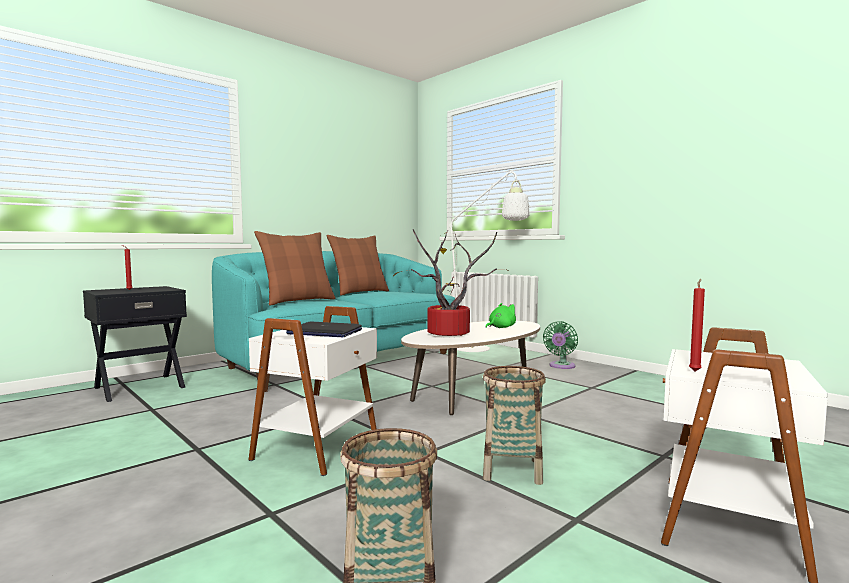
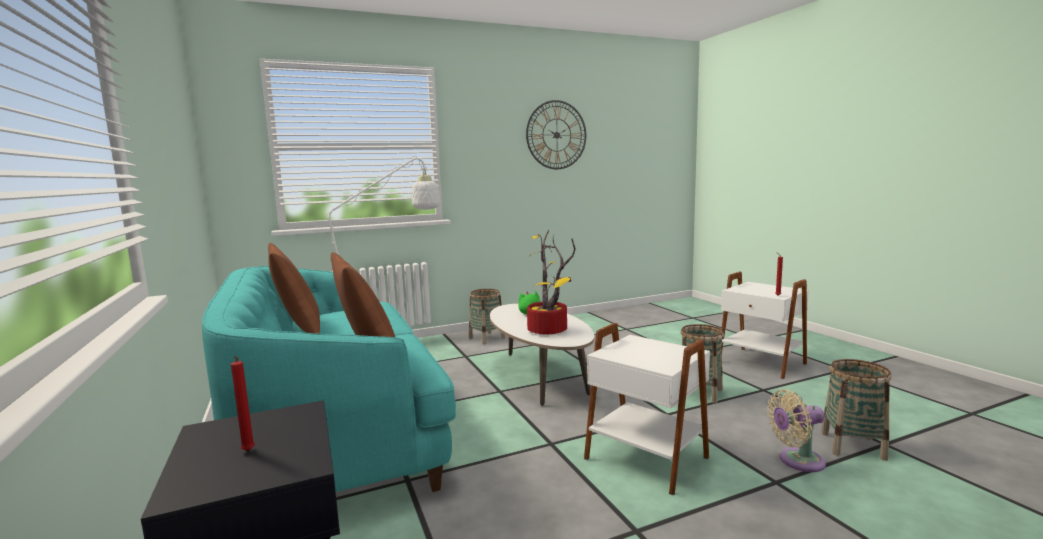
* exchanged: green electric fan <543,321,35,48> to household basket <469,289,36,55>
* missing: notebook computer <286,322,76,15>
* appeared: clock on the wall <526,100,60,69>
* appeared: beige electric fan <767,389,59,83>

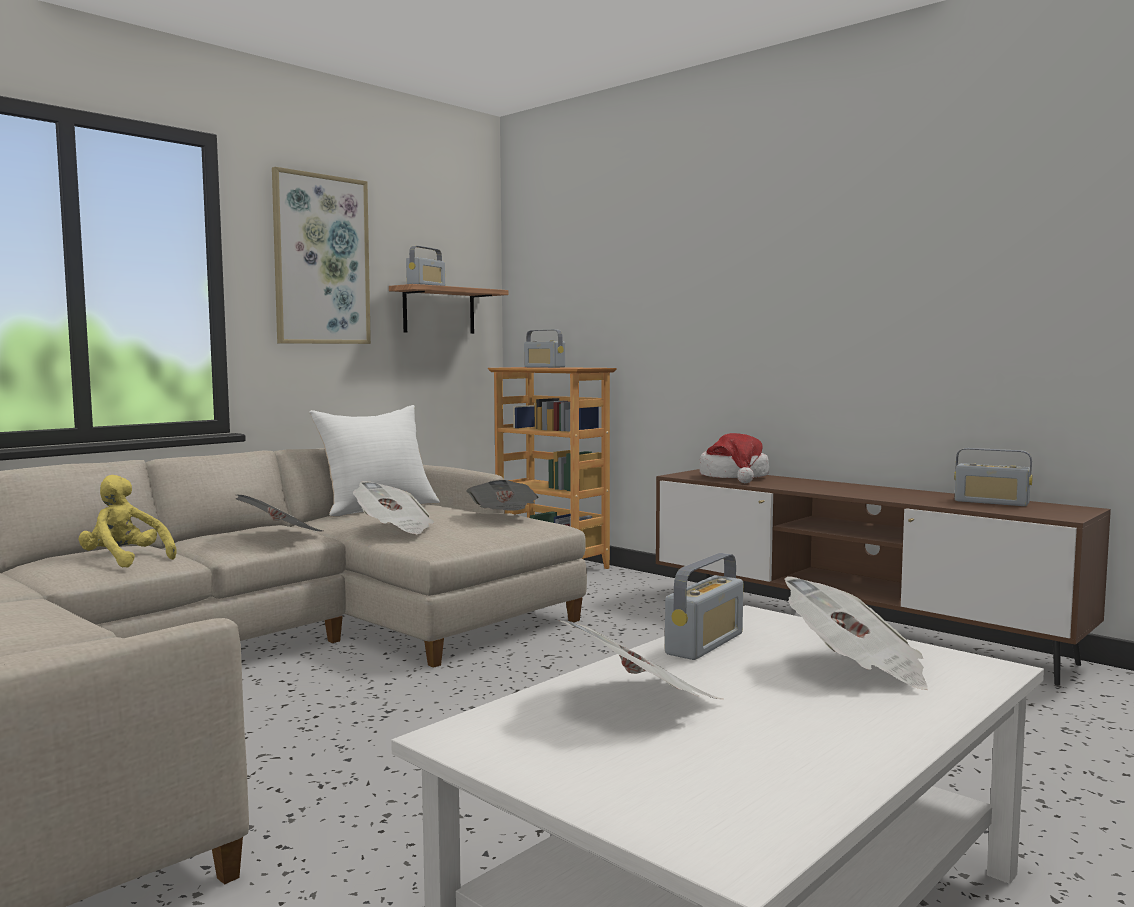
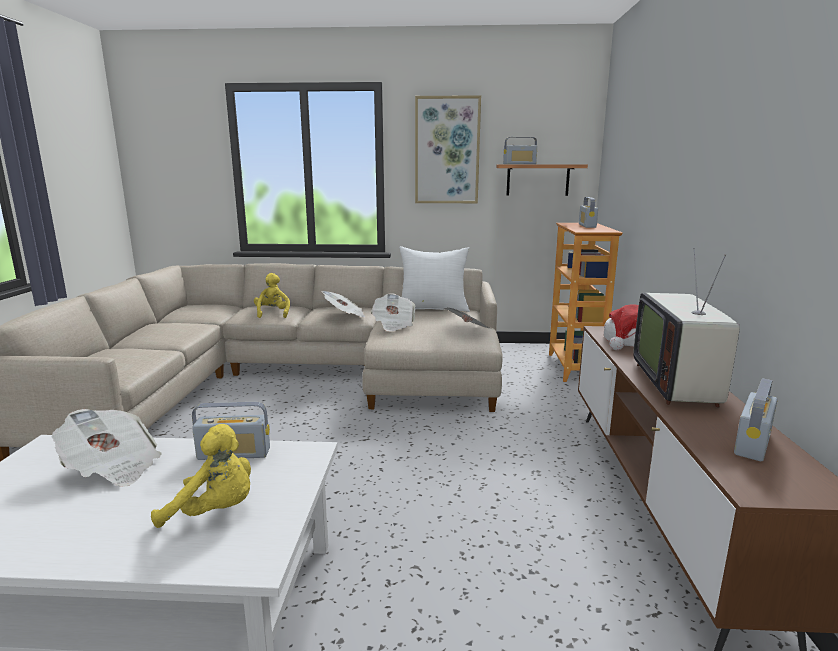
* spun: radio receiver <954,448,79,58> = <734,378,44,83> 135 degrees counterclockwise
* exchanged: printed paper <785,576,143,114> to yellowish soft toy <151,424,100,104>
* appeared: TV <633,248,107,160>

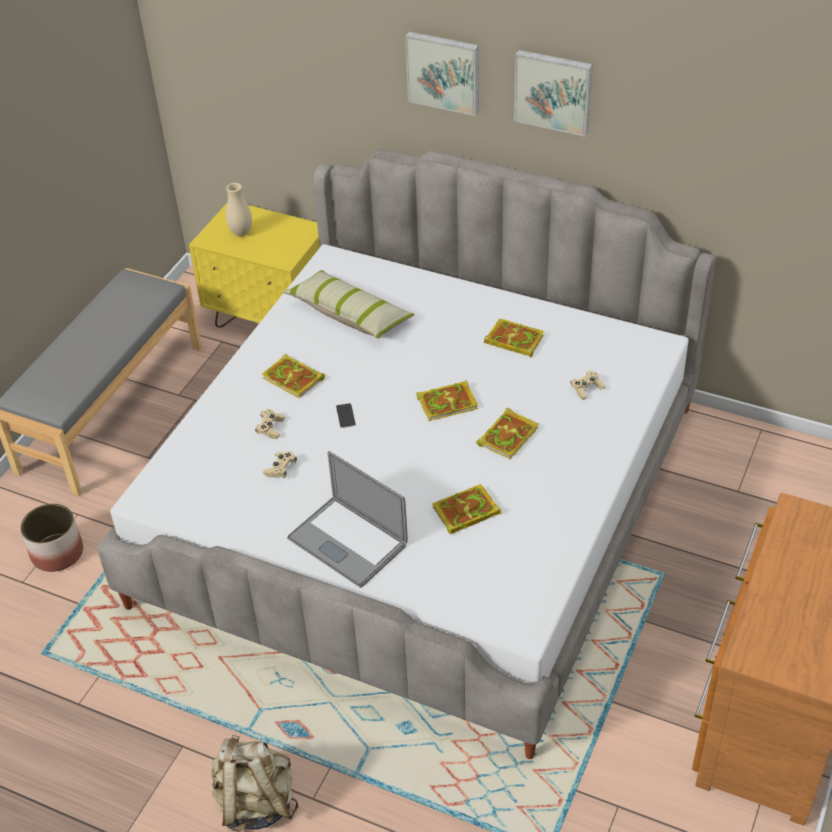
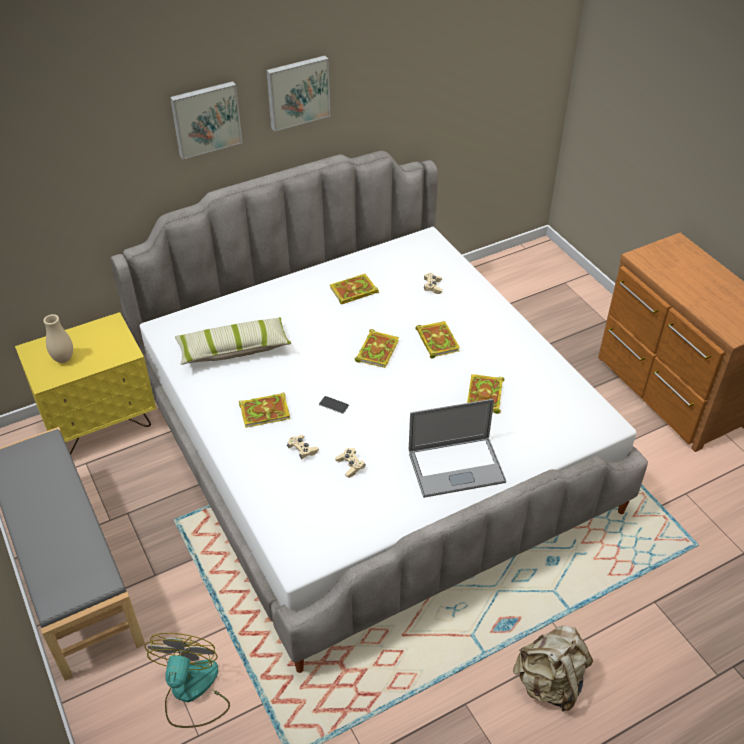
* exchanged: plant pot <20,504,63,68> to electric fan <145,633,85,95>

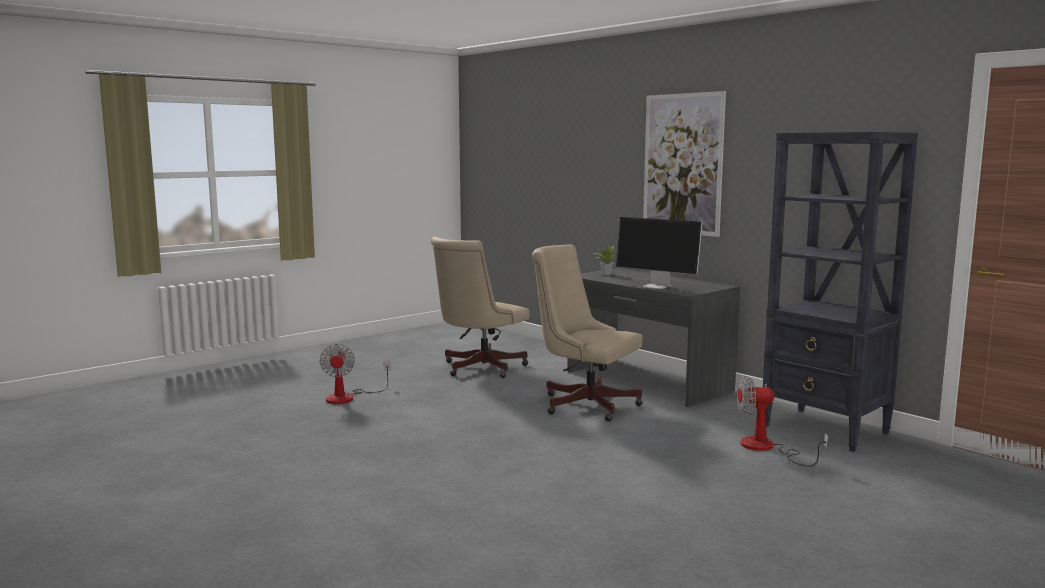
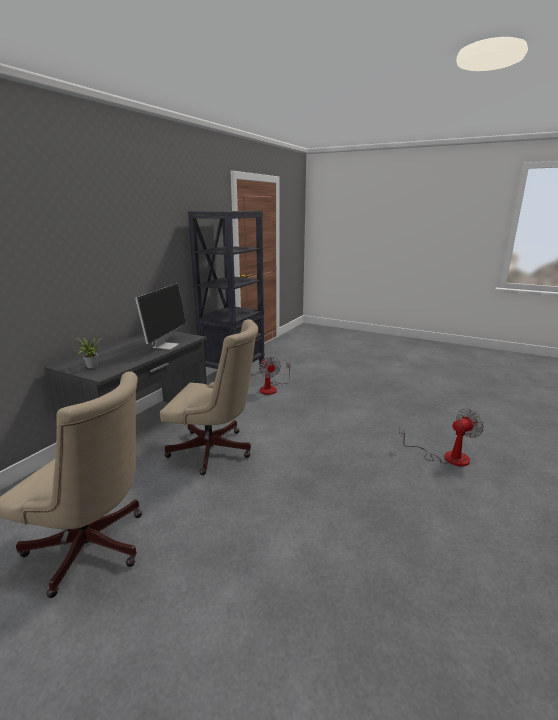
* missing: picture <643,91,83,146>
* spun: beige office chair <532,244,111,177> = <160,319,98,156> 90 degrees counterclockwise
* relocated: electric fan <319,344,72,60> to <399,408,85,59>

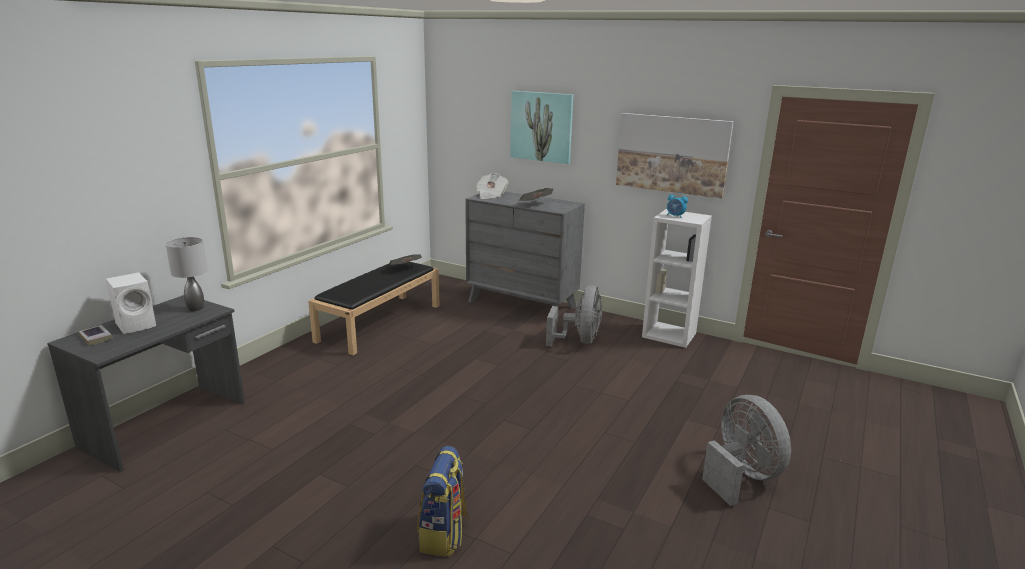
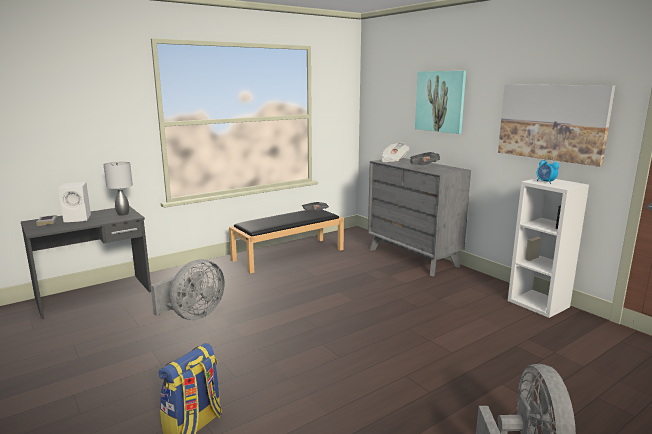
* relocated: grey electric fan <546,285,56,61> to <150,259,75,61>

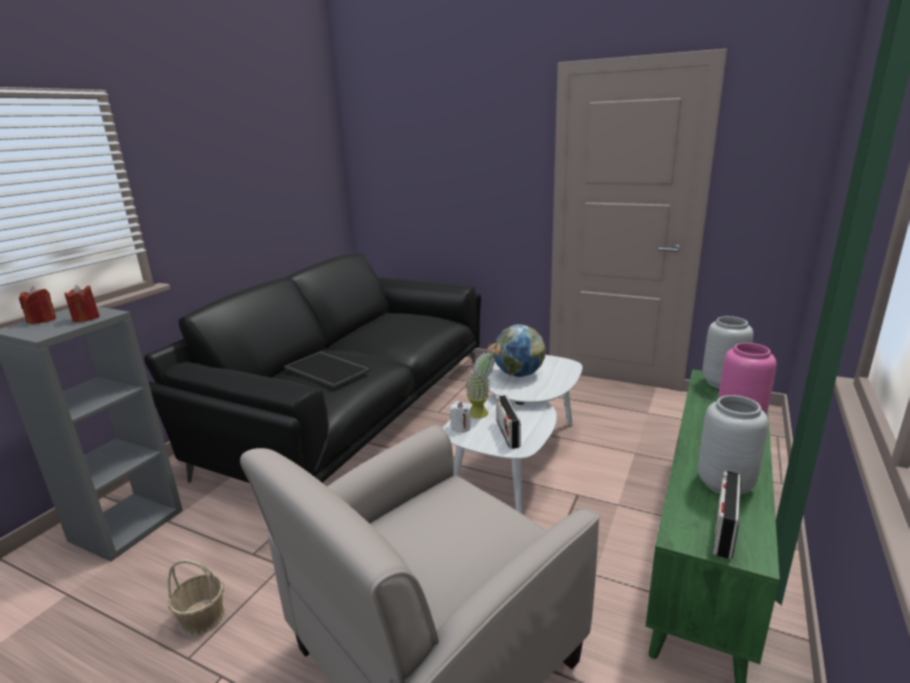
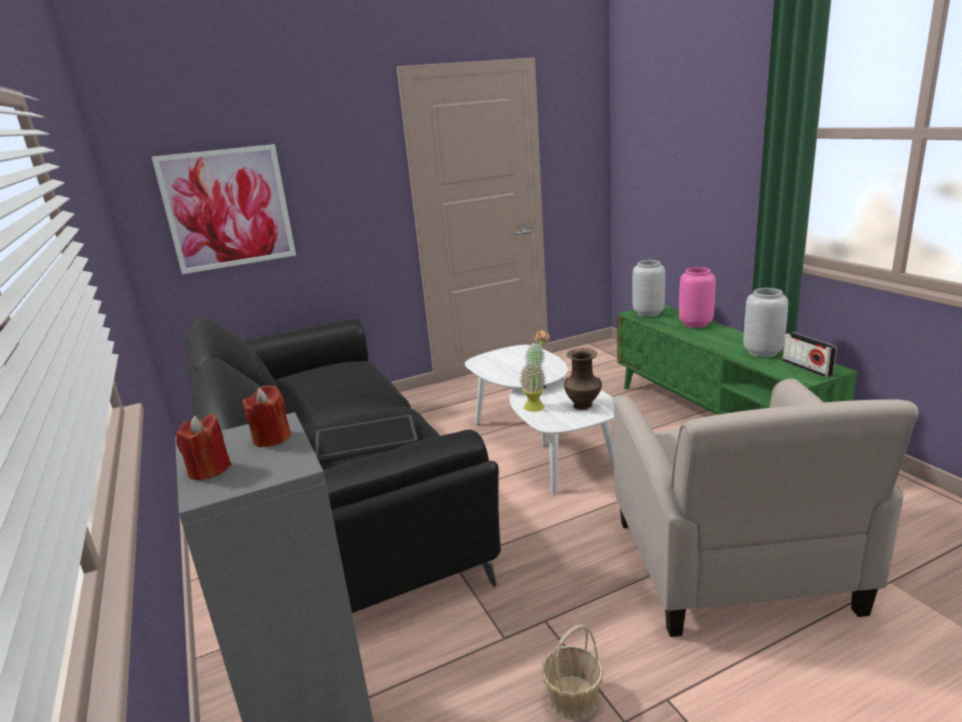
* missing: globe <494,324,51,53>
* exchanged: radio receiver <497,395,24,54> to brown flower vase <564,348,38,62>
* missing: white-coloured candle <450,401,21,32>
* appeared: picture <152,144,144,130>

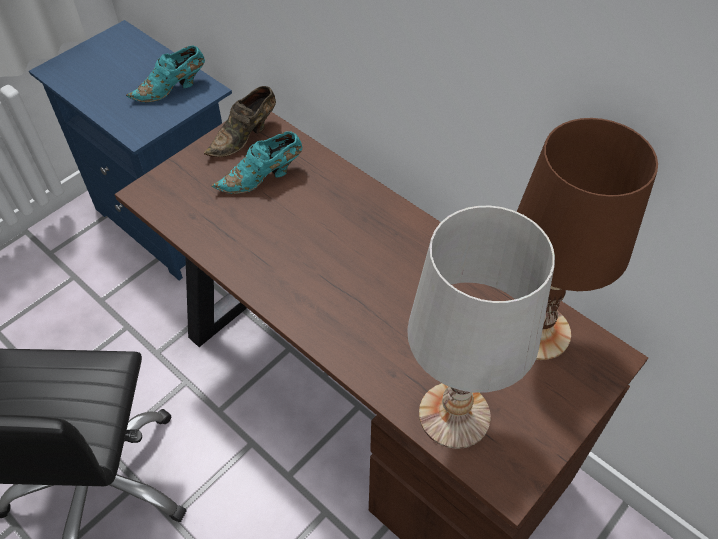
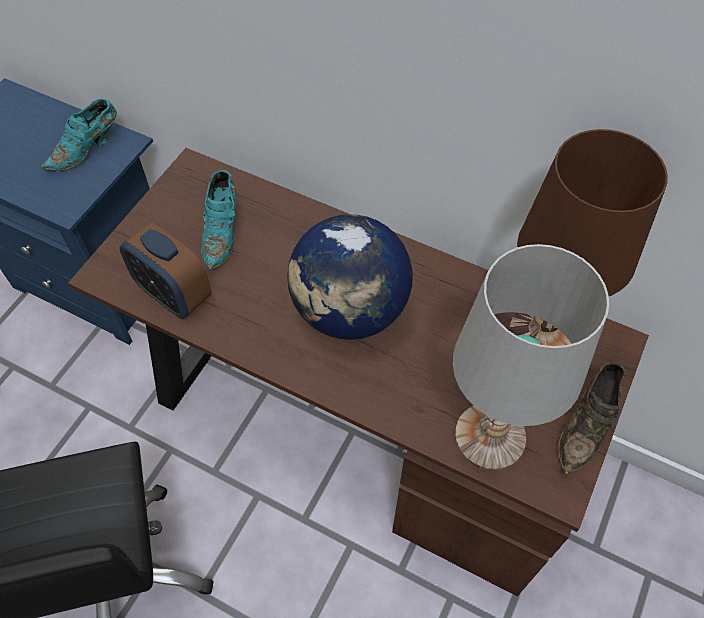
* relocated: brown item of footwear <204,86,72,71> to <558,363,68,112>
* spun: turquoise item of footwear <212,131,90,63> = <201,170,35,100> 45 degrees counterclockwise
* appeared: globe <287,214,126,126>
* appeared: bedside clock <120,222,92,97>

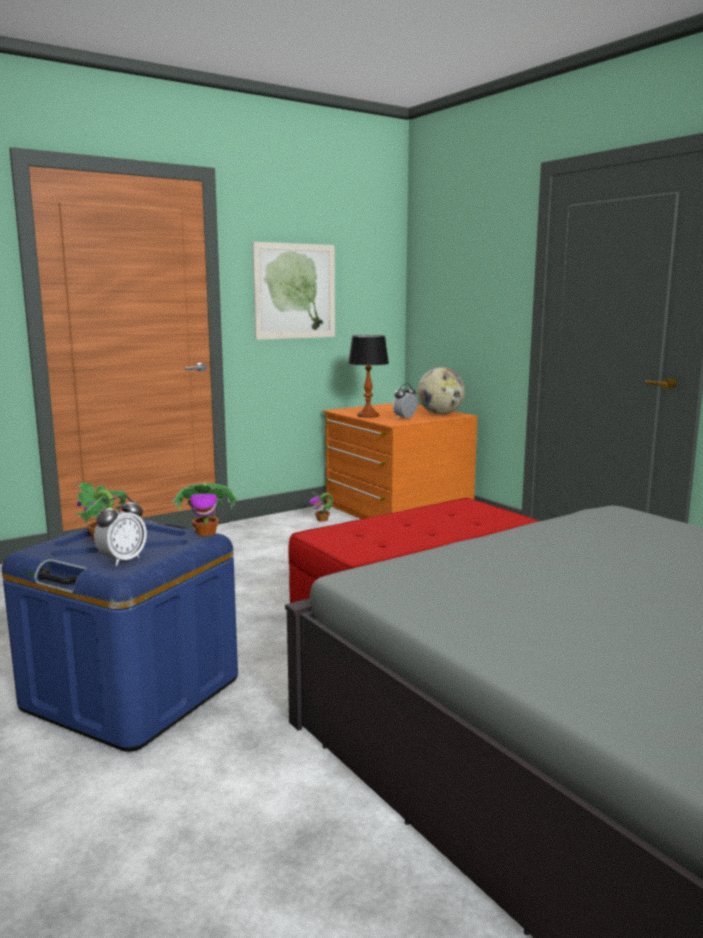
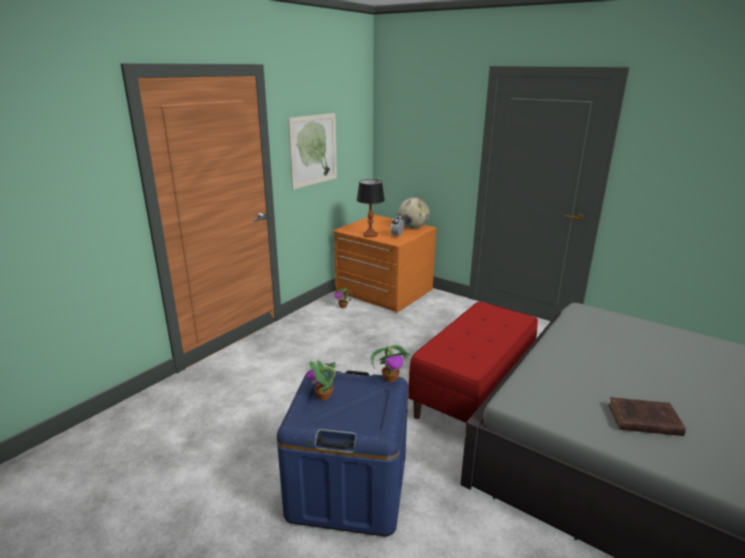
* missing: bedside clock <94,495,53,71>
* appeared: brown book <608,397,78,39>

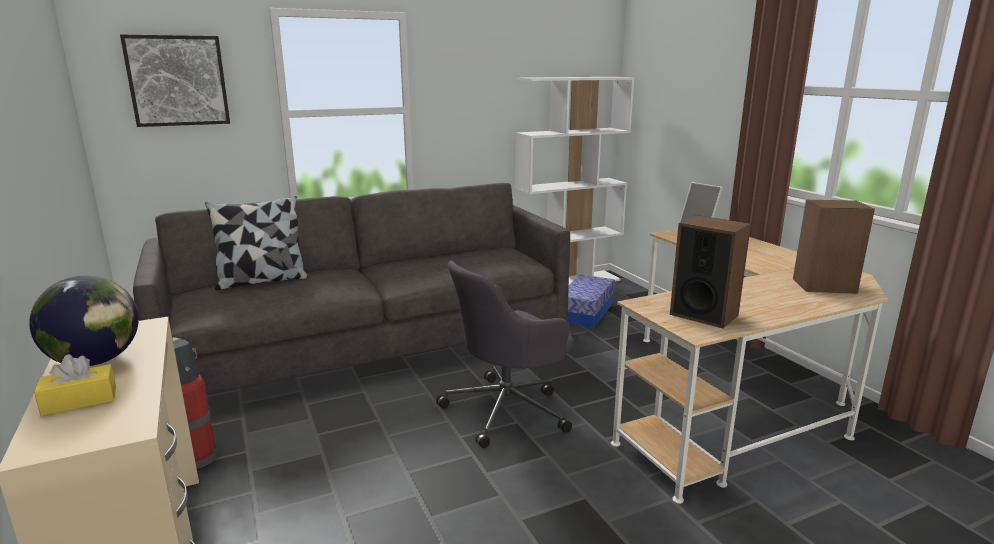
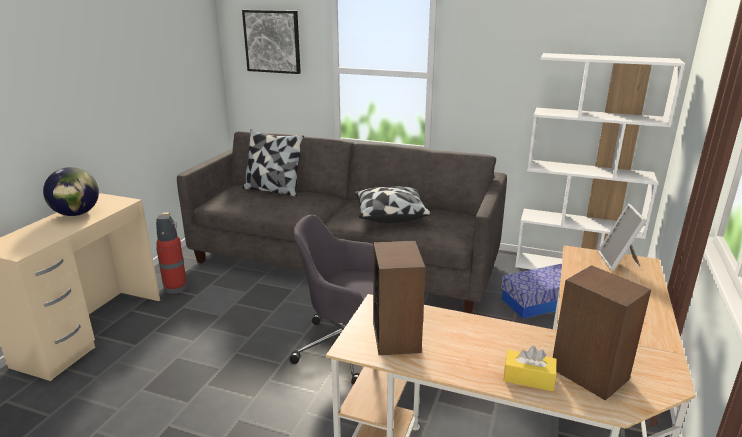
* relocated: yellowish box of tissues <34,354,82,62> to <503,346,54,45>
* appeared: throw pillow <355,186,76,37>

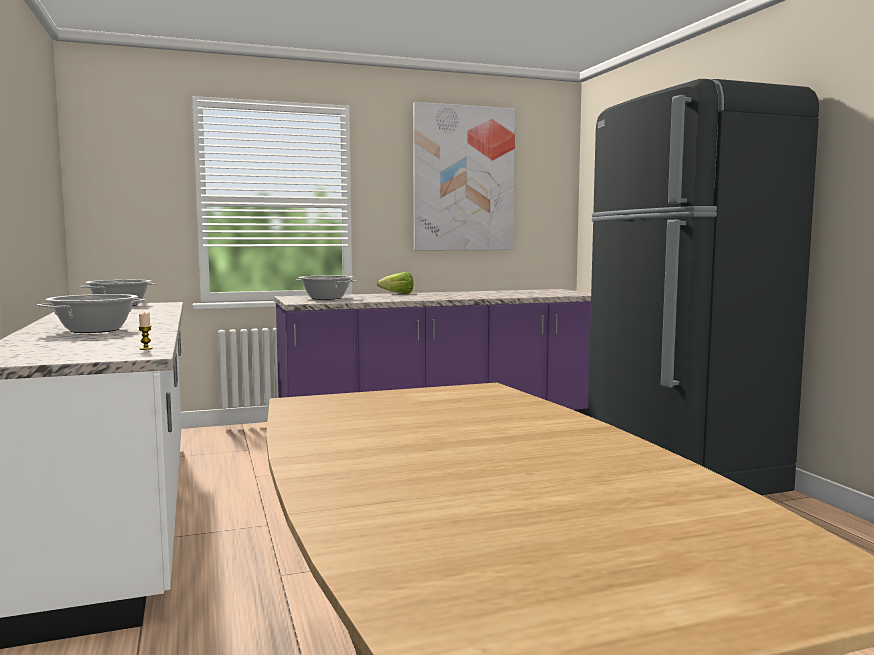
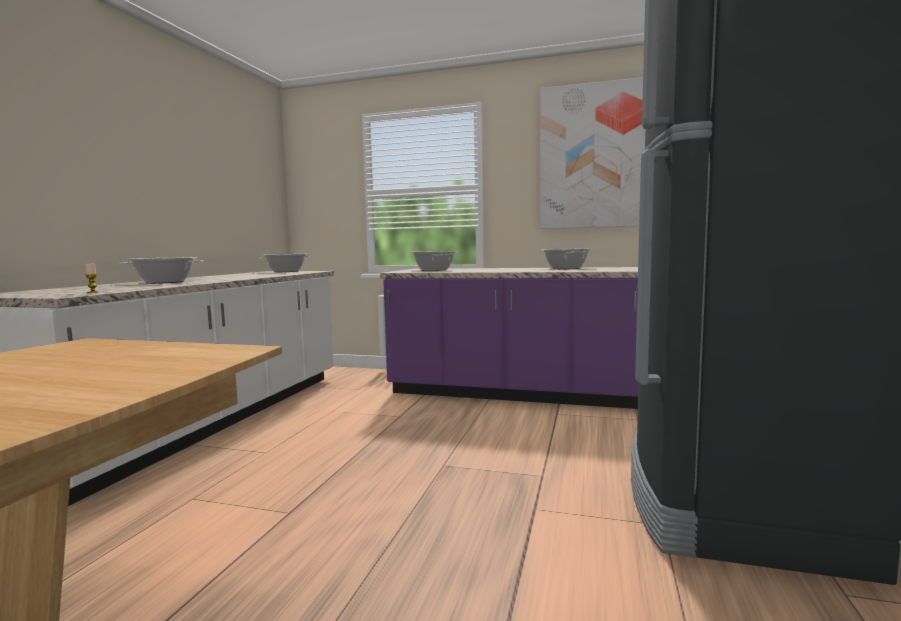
* missing: lettuce <377,272,36,22>
* appeared: saucepot <541,248,51,21>

